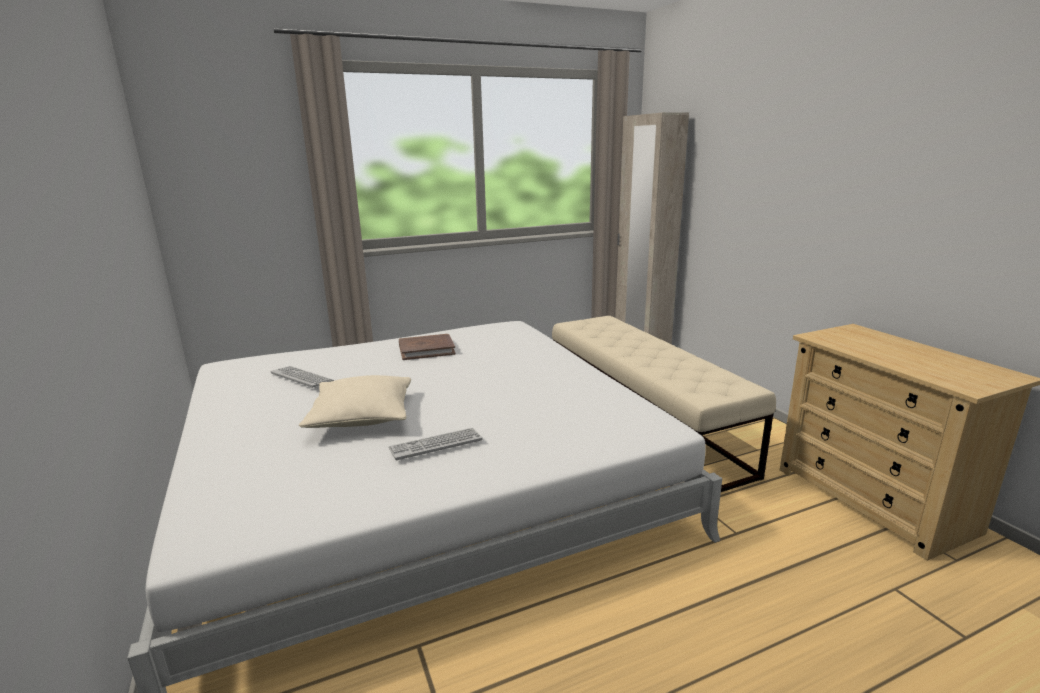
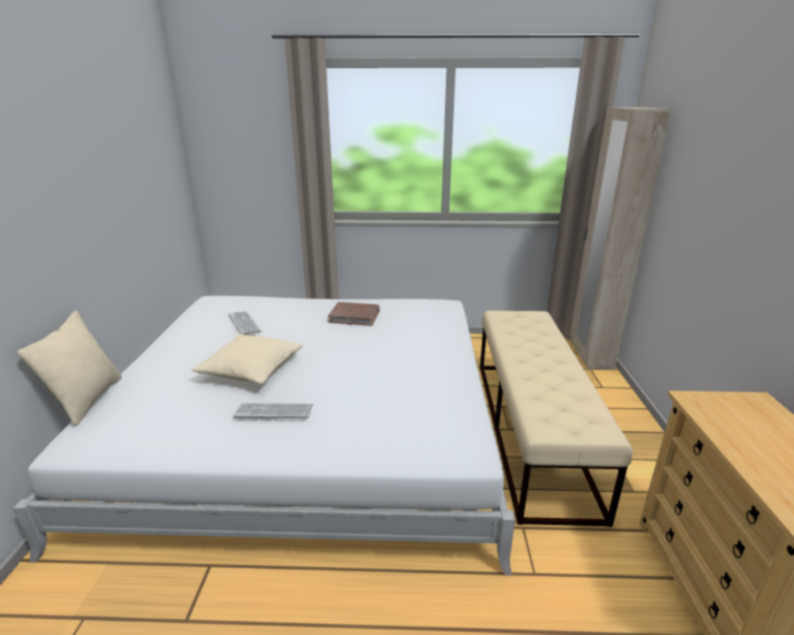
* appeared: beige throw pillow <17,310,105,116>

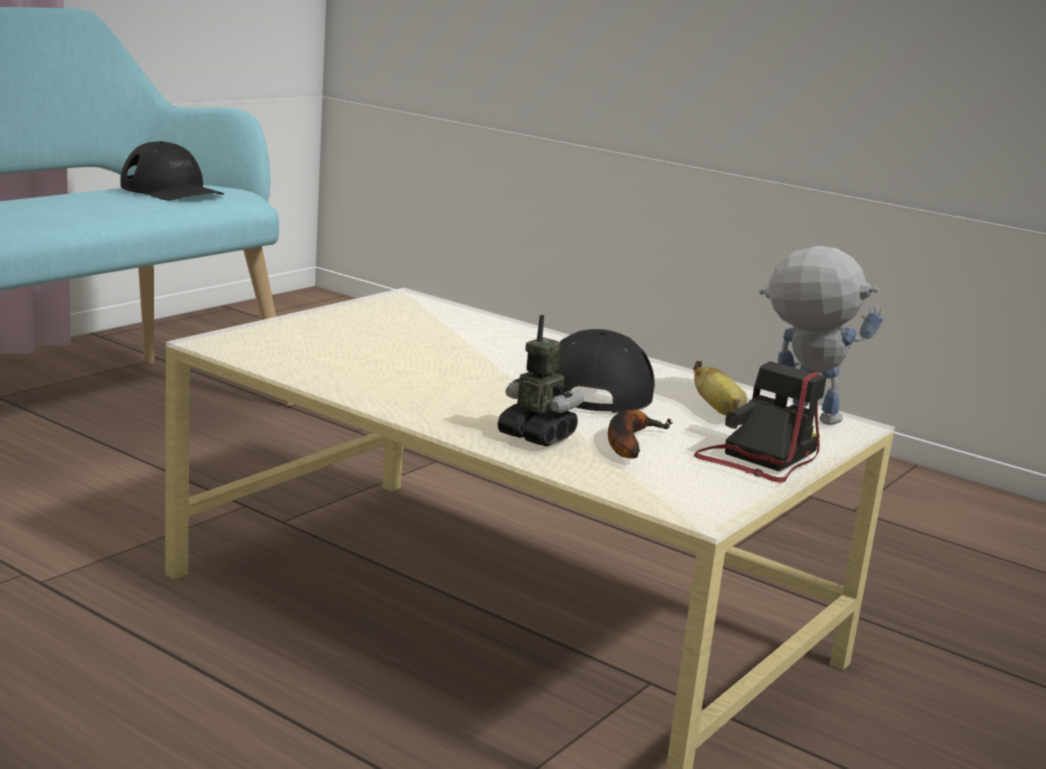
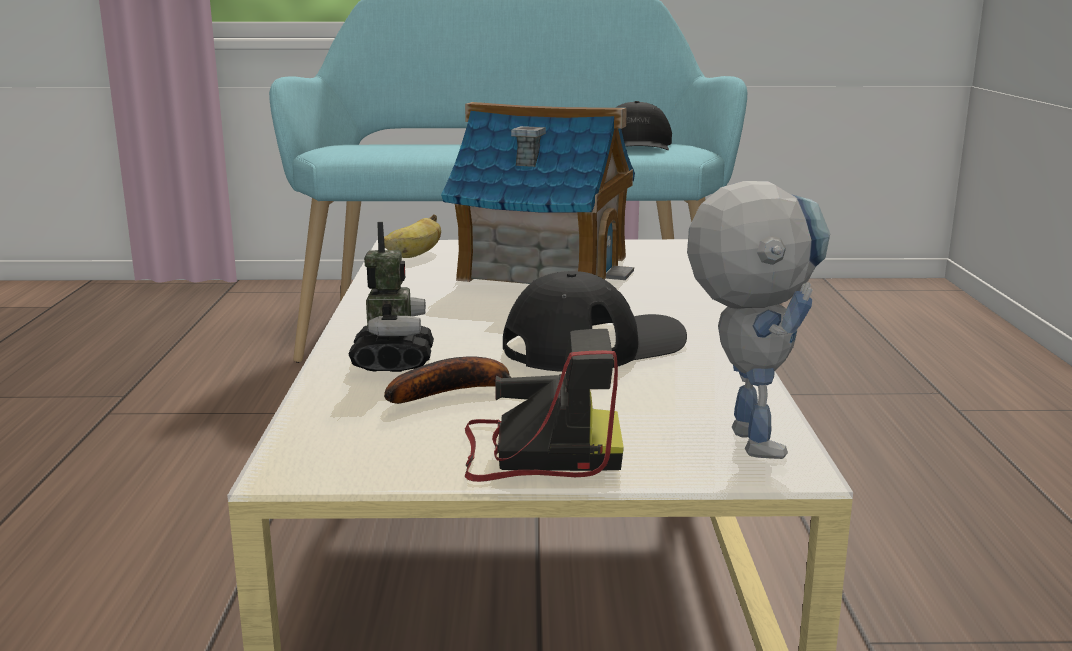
* relocated: banana fruit <693,361,54,55> to <384,214,57,44>
* appeared: toy house <441,102,194,182>

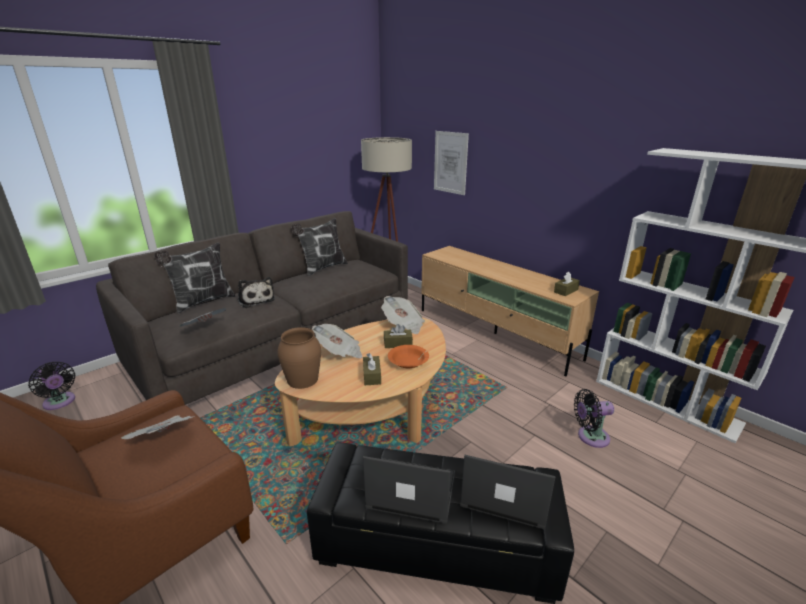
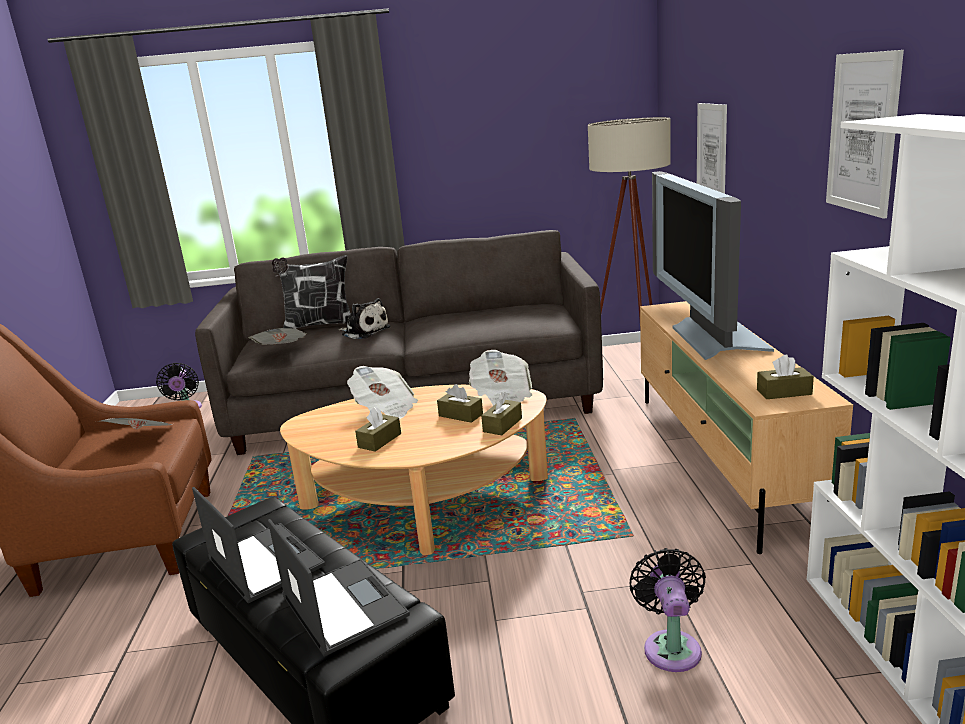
* missing: throw pillow <291,218,57,58>
* spun: soft toy <238,277,37,31> = <338,298,52,41> 60 degrees counterclockwise
* missing: brown flower vase <278,327,43,62>
* missing: orangey serving bowl <388,345,41,23>
* spun: blackish electric fan <574,389,40,59> = <629,548,77,124> 60 degrees clockwise
* appeared: picture <826,50,78,169>
* appeared: TV <652,171,122,189>
* appeared: brown box of tissues <481,392,41,43>

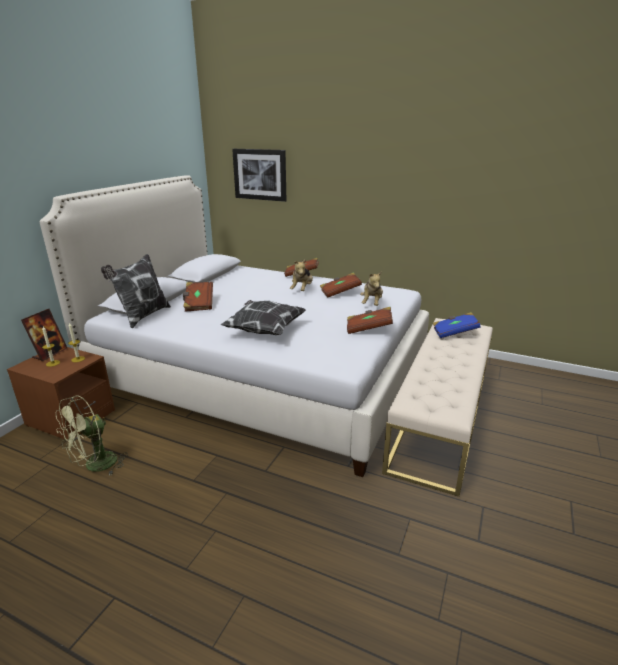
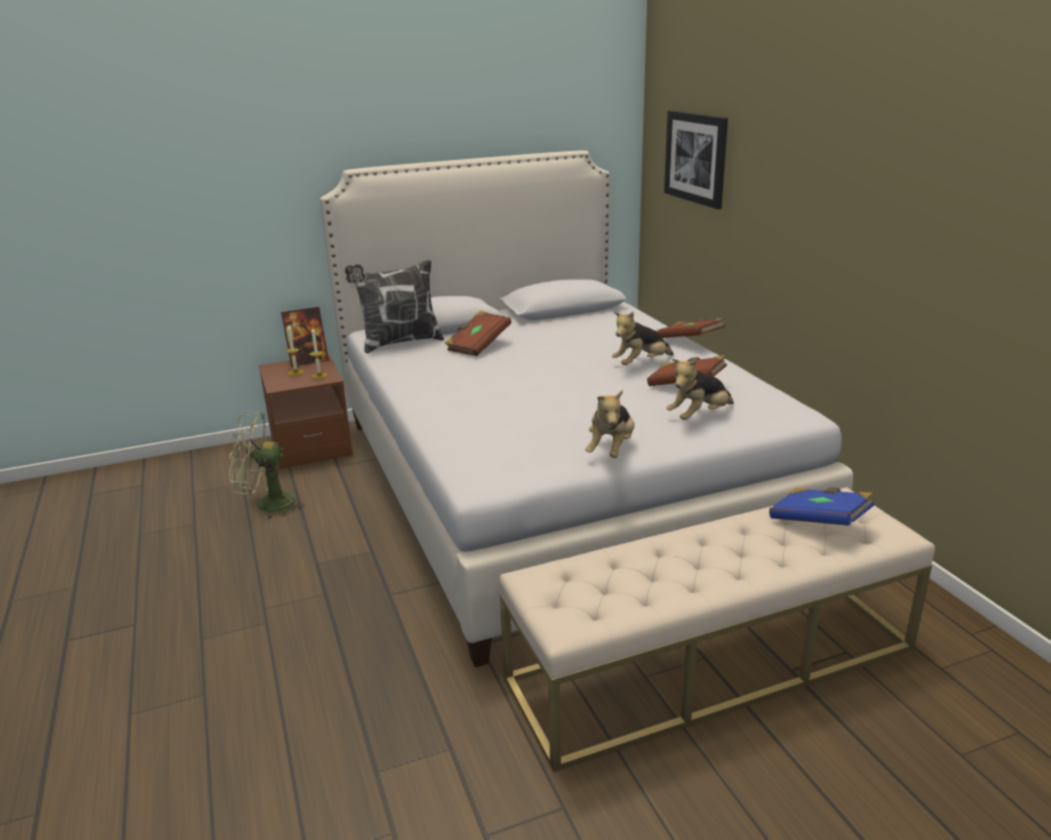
* missing: throw pillow <221,300,85,35>
* exchanged: brown book <347,307,46,27> to soft toy <585,390,50,68>

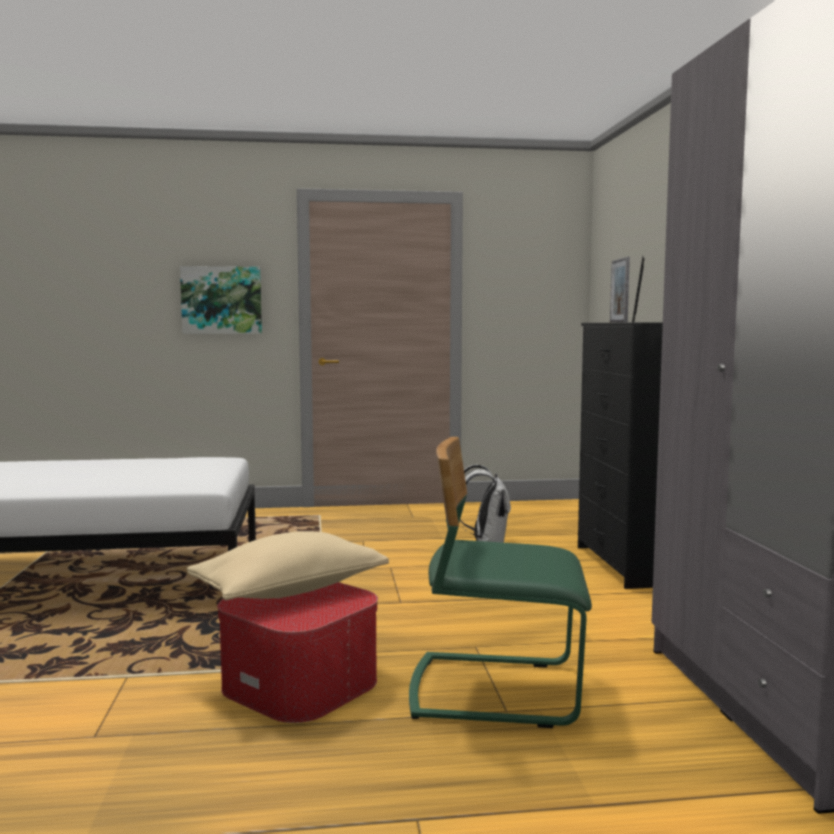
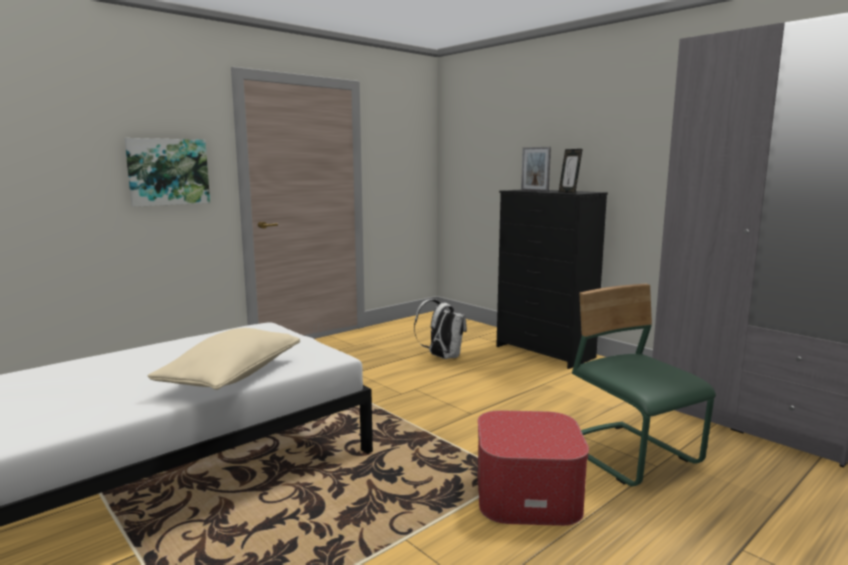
* spun: green plain chair <409,437,183,291> = <572,284,144,202> 90 degrees clockwise
* relocated: beige throw pillow <187,531,202,69> to <148,328,152,62>

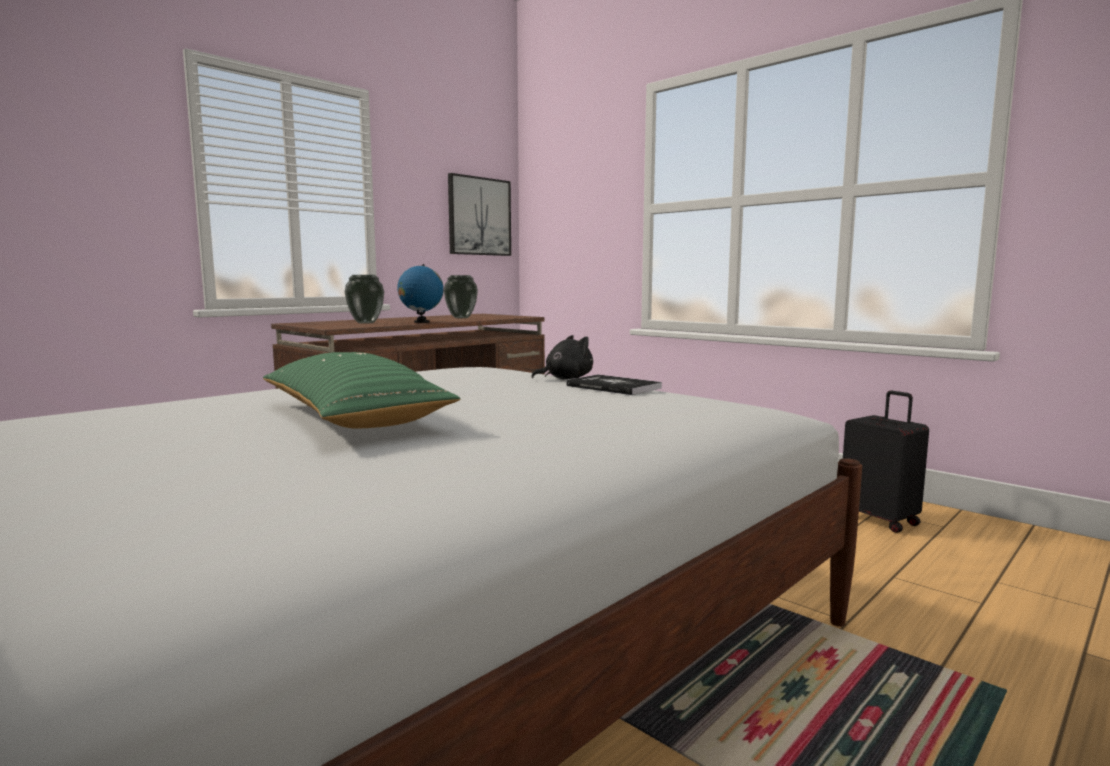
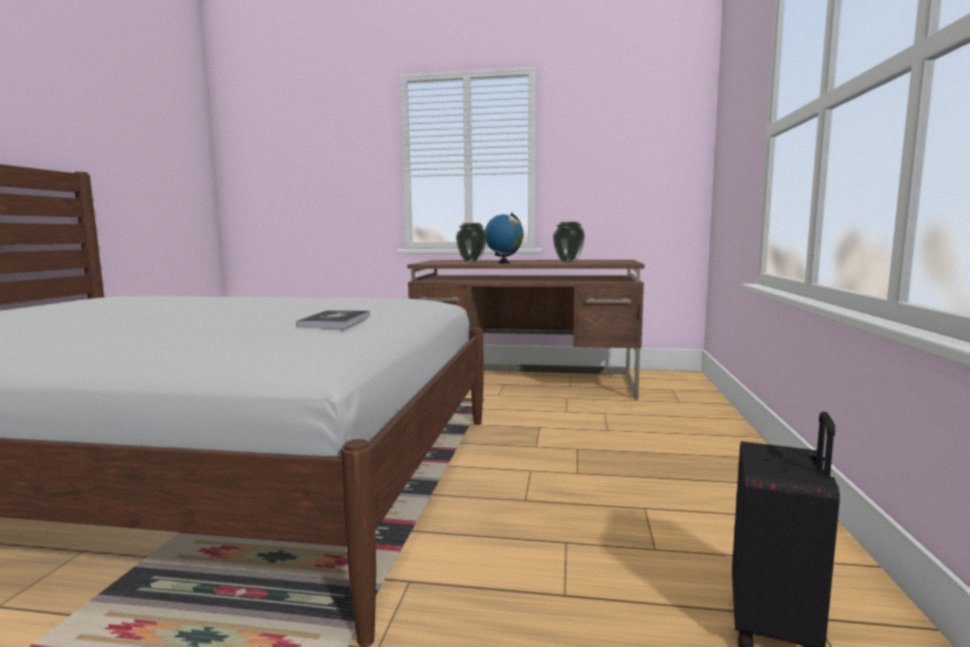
* missing: picture <448,173,63,83>
* missing: blackish soft toy <531,335,62,44>
* missing: green throw pillow <263,352,198,77>

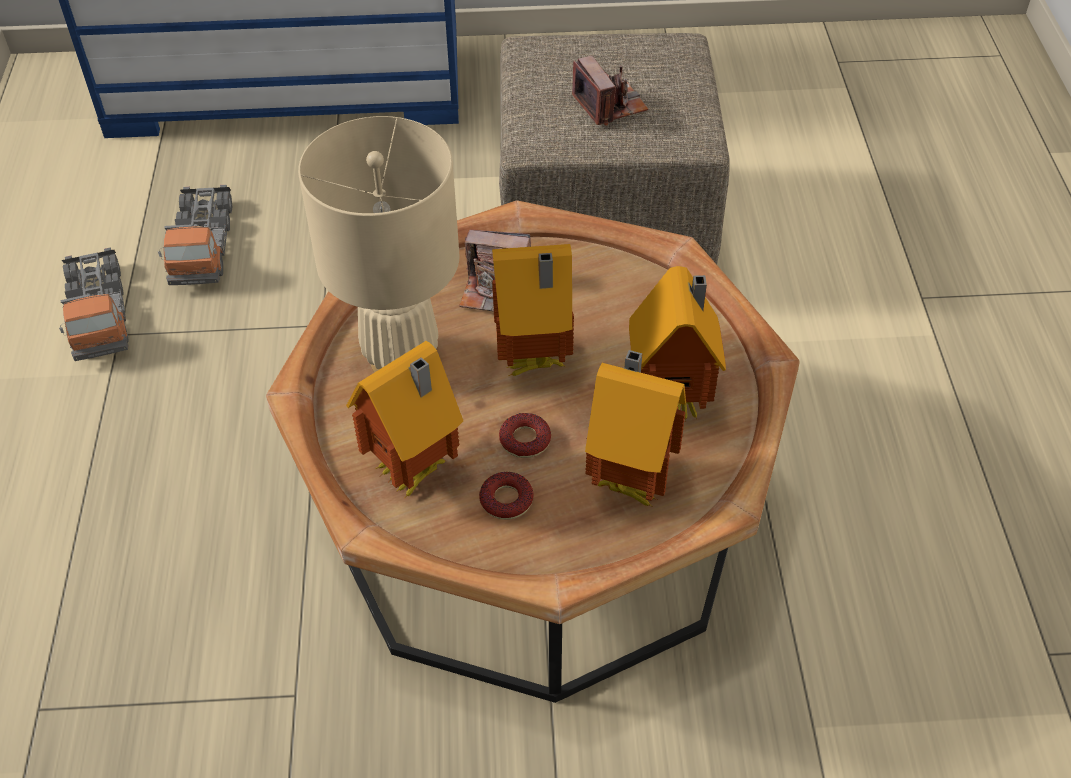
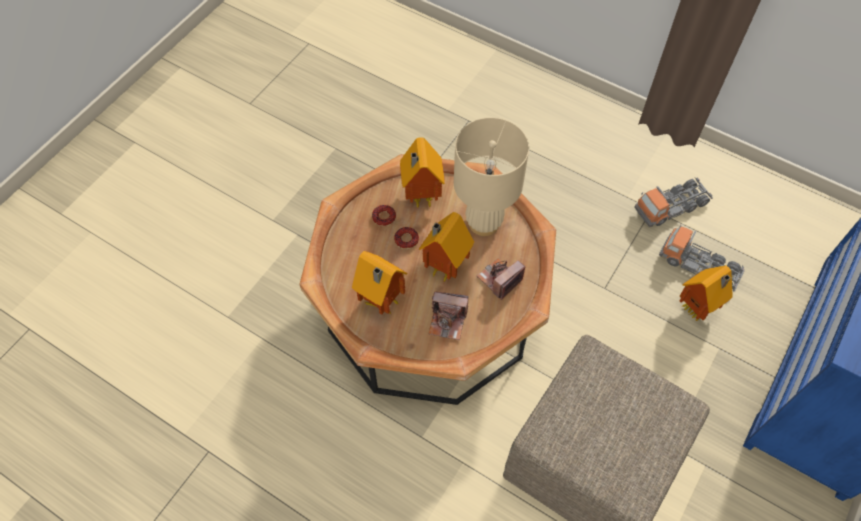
* relocated: still camera <572,56,76,69> to <428,291,40,49>
* spun: toy lorry <59,247,70,114> = <634,177,79,50> 45 degrees counterclockwise
* relocated: toy house <585,350,101,157> to <679,265,54,57>

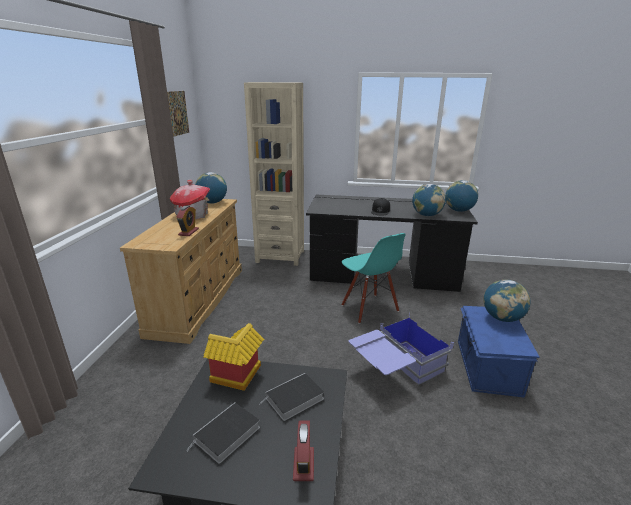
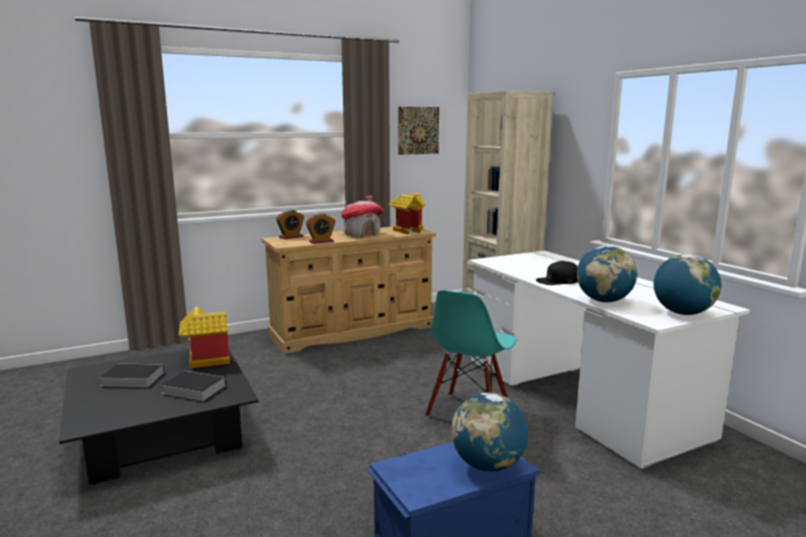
* exchanged: globe <195,172,32,32> to toy house <388,193,37,41>
* colour: blackish desk table <306,195,172,97> to white-coloured desk table <469,251,281,218>
* missing: blue storage box <348,312,106,73>
* relocated: bedside clock <293,420,21,61> to <276,210,28,29>

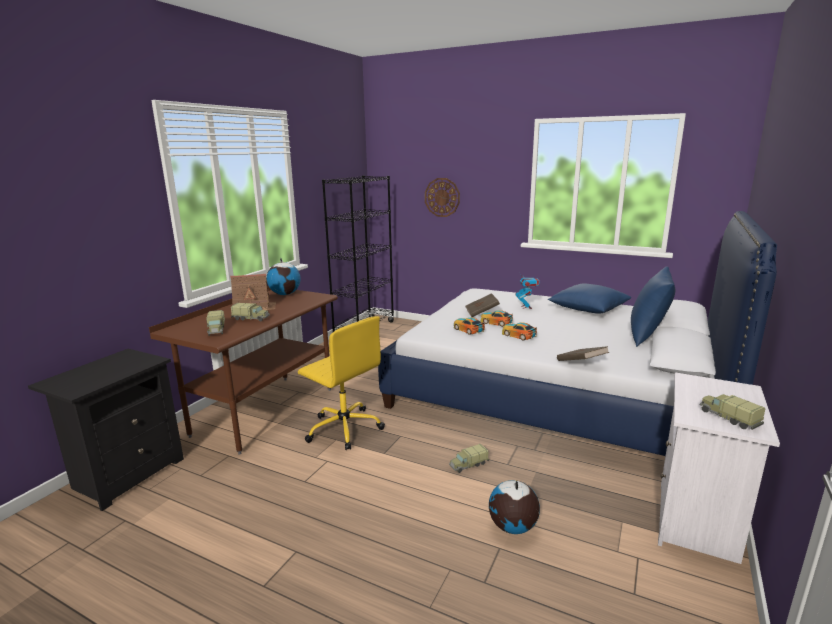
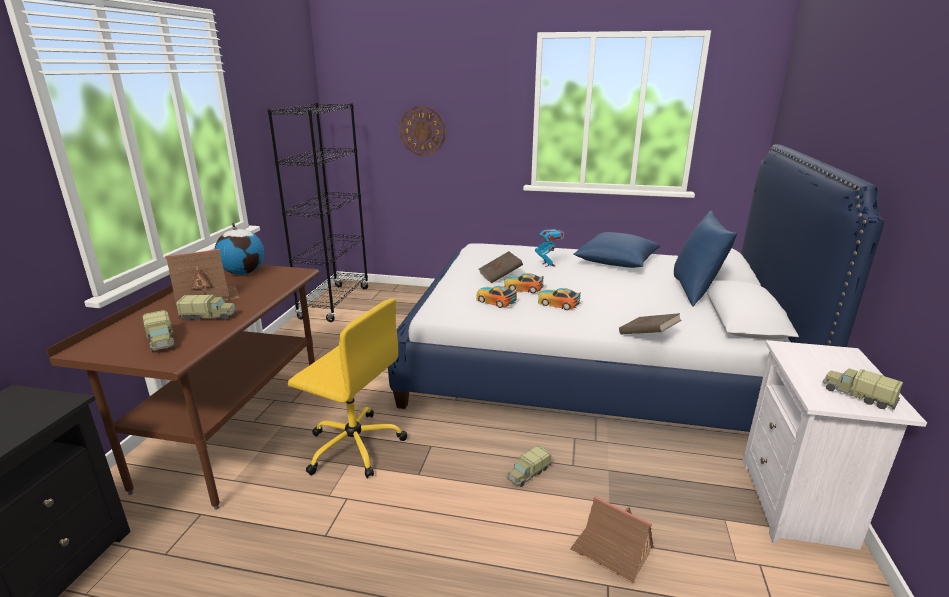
* exchanged: globe <489,480,51,54> to toy house <570,496,84,88>

